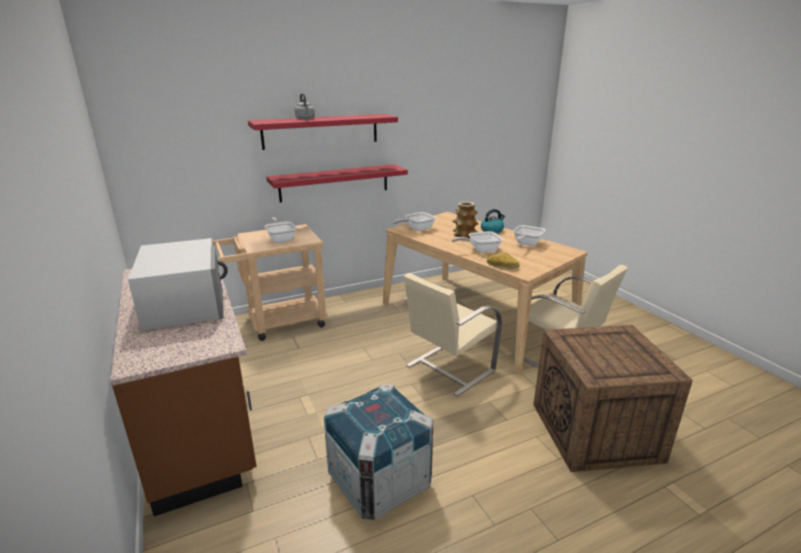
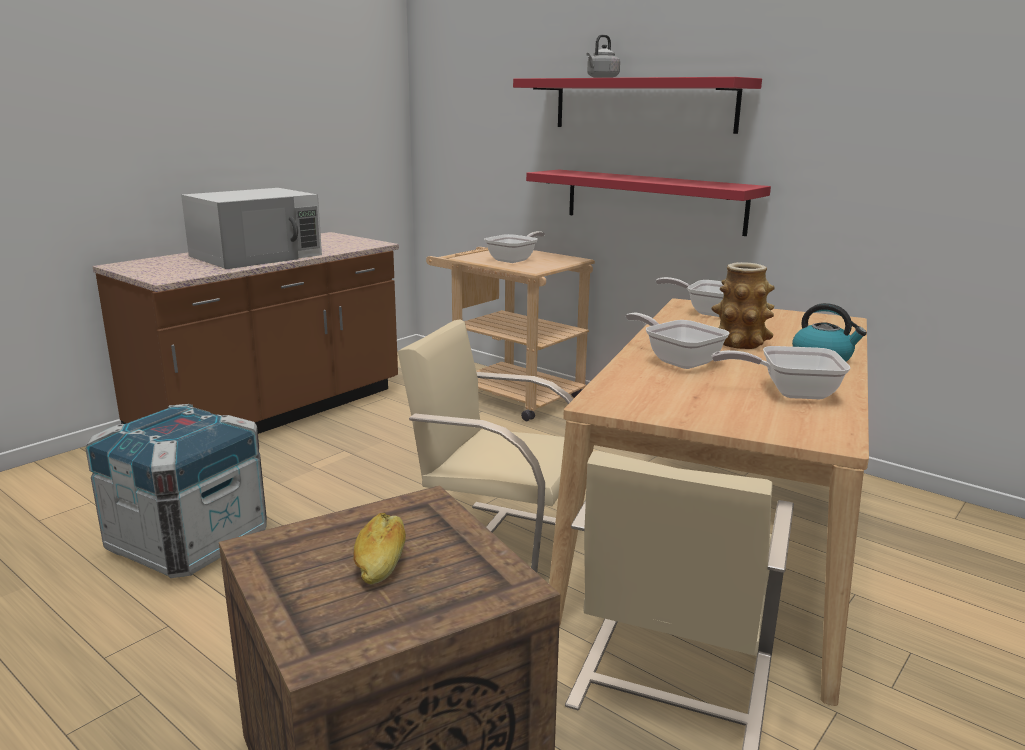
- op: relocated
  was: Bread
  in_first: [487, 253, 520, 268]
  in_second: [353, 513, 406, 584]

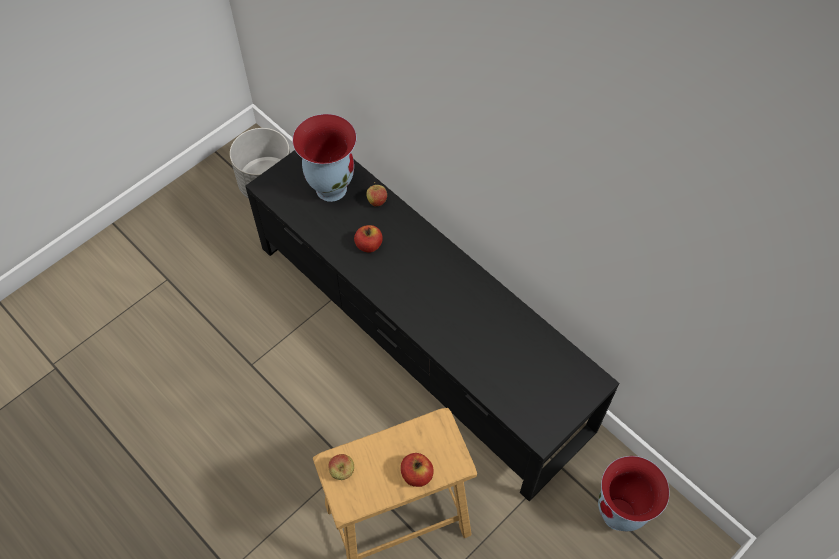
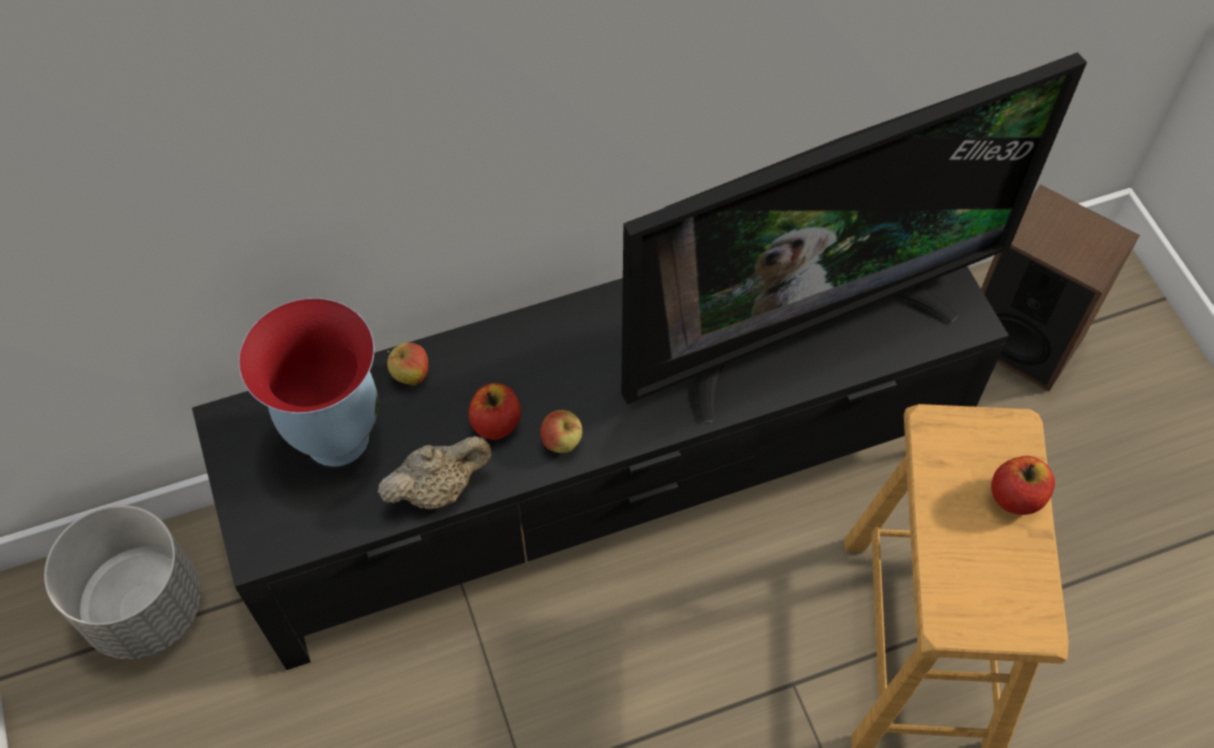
- op: relocated
  was: Apple
  in_first: [328, 454, 354, 480]
  in_second: [541, 410, 582, 453]
- op: exchanged
  was: Vase
  now: Speaker
  in_first: [598, 456, 670, 531]
  in_second: [981, 184, 1140, 391]
- op: appeared
  now: Television
  in_second: [621, 52, 1087, 423]
- op: appeared
  now: BeigeTeapot
  in_second: [378, 436, 491, 509]

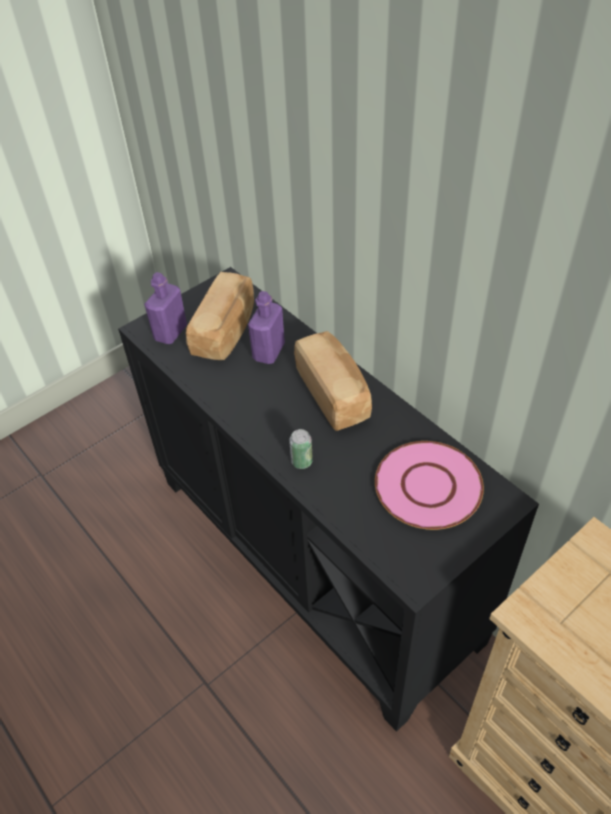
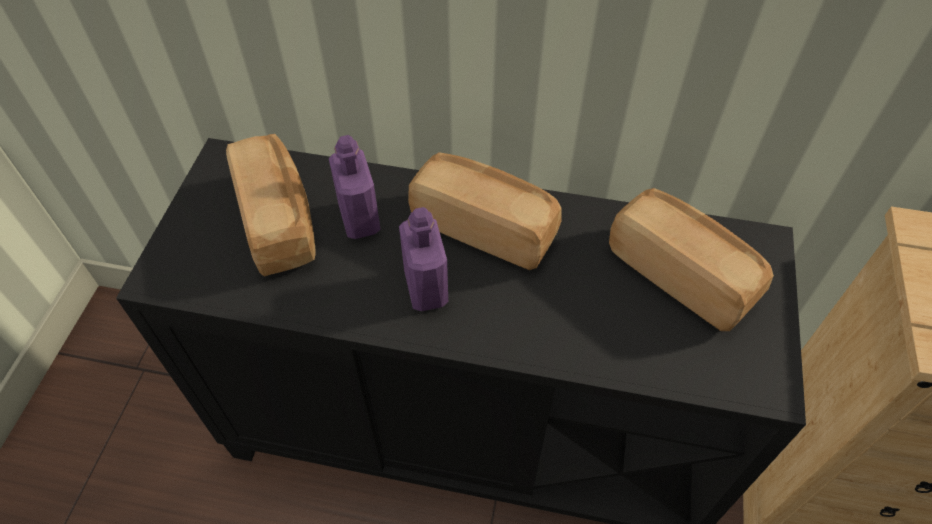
- op: relocated
  was: PurpleBottle
  in_first: [144, 272, 187, 344]
  in_second: [399, 207, 448, 311]
- op: missing
  was: Can
  in_first: [289, 429, 313, 469]
- op: exchanged
  was: PinkPlate
  now: Bread
  in_first: [375, 441, 484, 530]
  in_second: [609, 188, 774, 331]

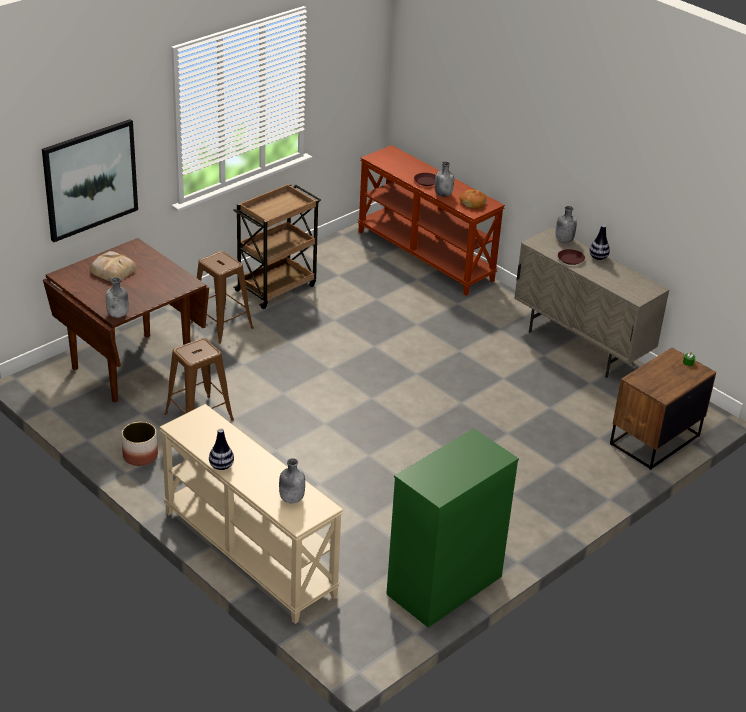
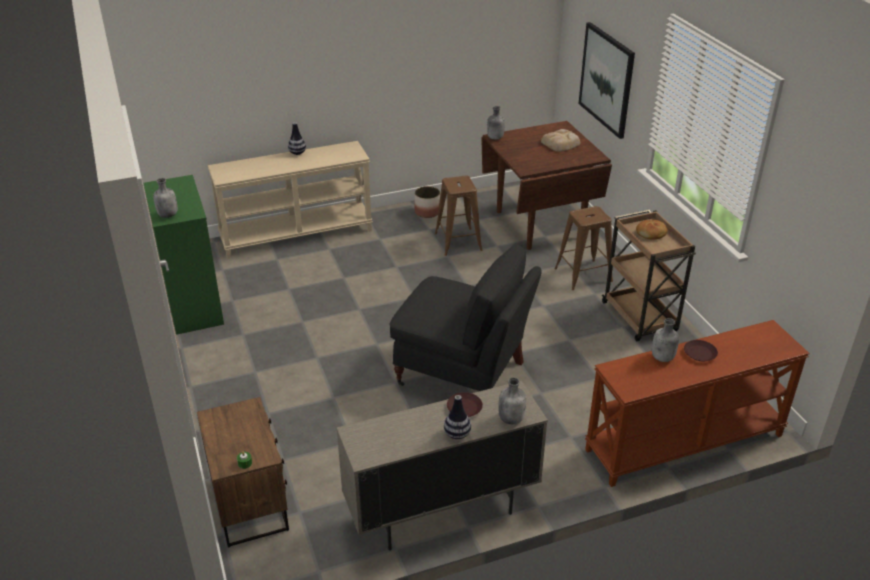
- op: relocated
  was: Bread
  in_first: [459, 189, 487, 209]
  in_second: [636, 219, 667, 240]
- op: relocated
  was: GreyBottle
  in_first: [279, 458, 305, 503]
  in_second: [153, 178, 177, 218]
- op: appeared
  now: BlackChair
  in_second: [389, 243, 542, 391]

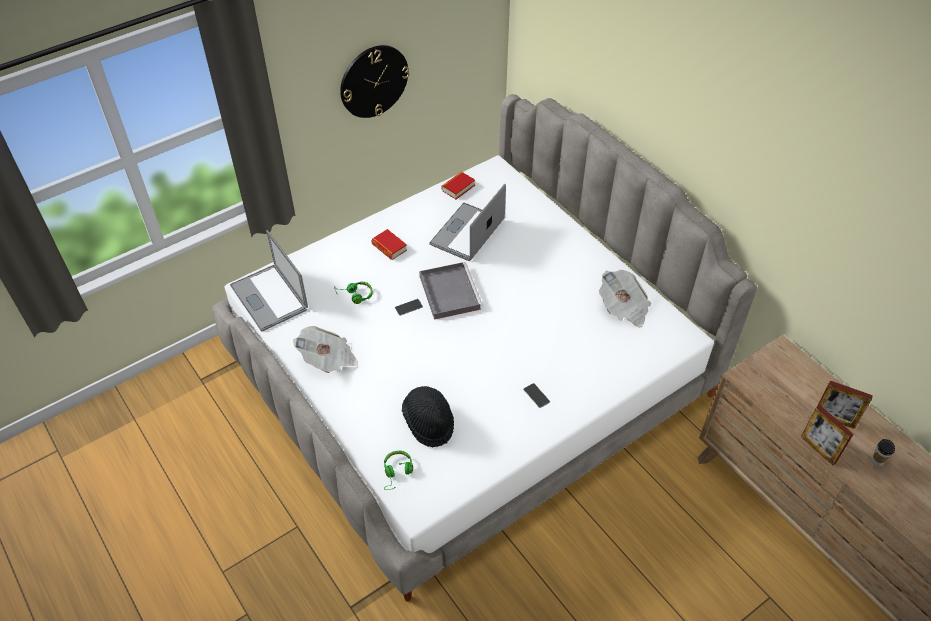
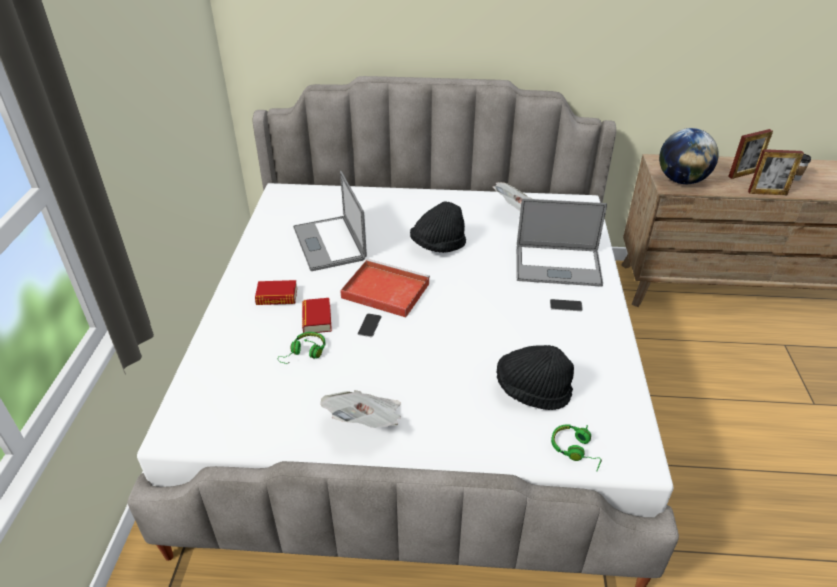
- op: missing
  was: WallClock
  in_first: [340, 45, 409, 118]
- op: relocated
  was: Book
  in_first: [442, 172, 475, 200]
  in_second: [302, 298, 332, 333]
- op: relocated
  was: Laptop
  in_first: [230, 230, 308, 331]
  in_second: [516, 198, 607, 287]
- op: colour
  was: GreyTray
  now: RedTray
  in_first: [419, 262, 483, 320]
  in_second: [340, 259, 430, 318]
- op: appeared
  now: Globe
  in_second: [659, 128, 719, 184]
- op: appeared
  now: BlackHat
  in_second: [410, 202, 466, 253]

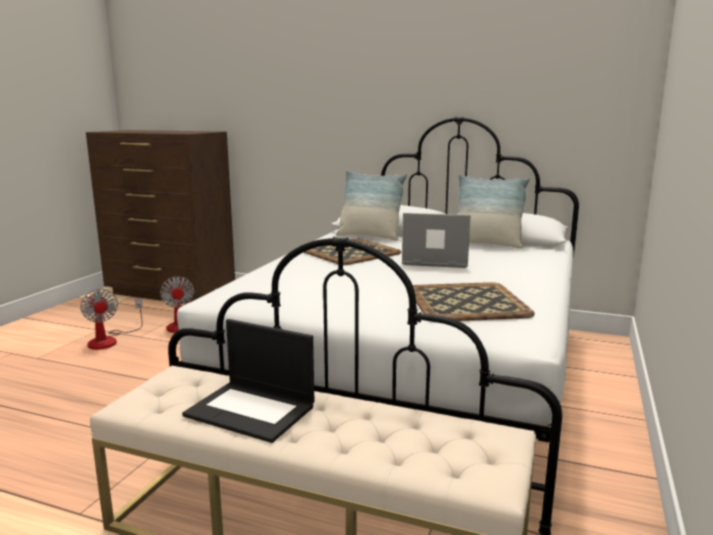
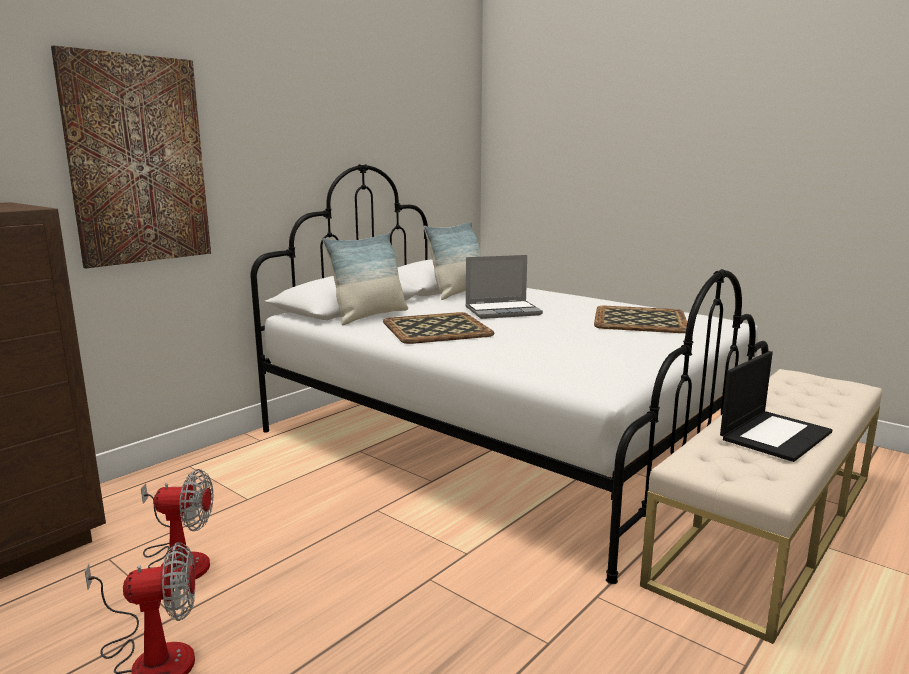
- op: spun
  was: Laptop
  in_first: [402, 213, 470, 268]
  in_second: [465, 255, 543, 319]
  clockwise: -135
- op: appeared
  now: Picture
  in_second: [51, 45, 211, 268]

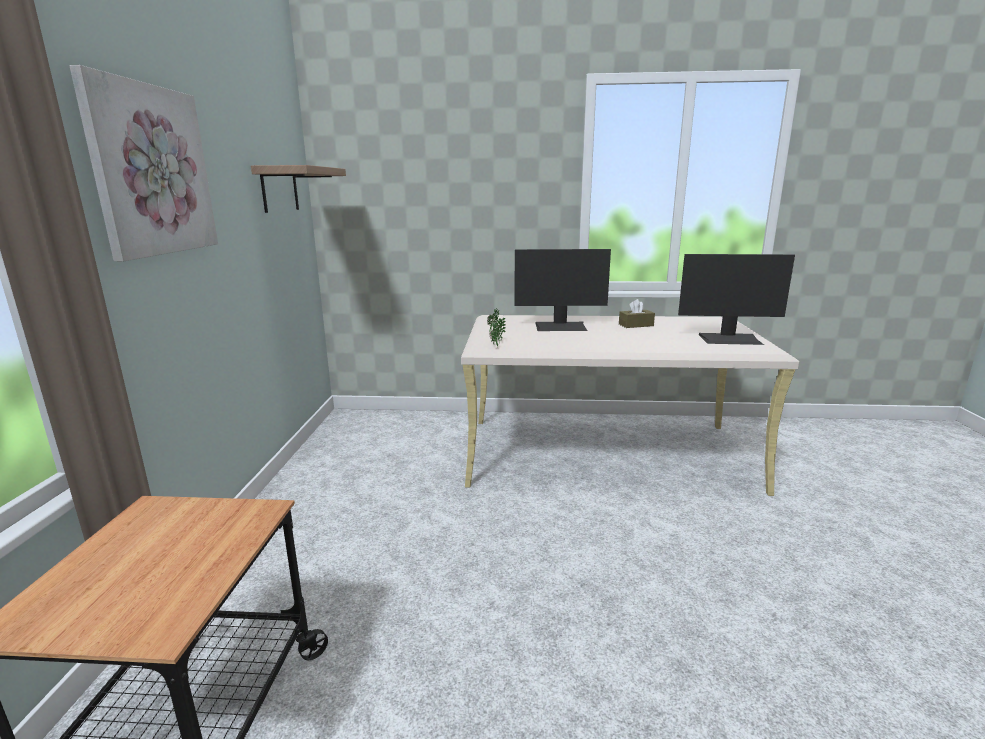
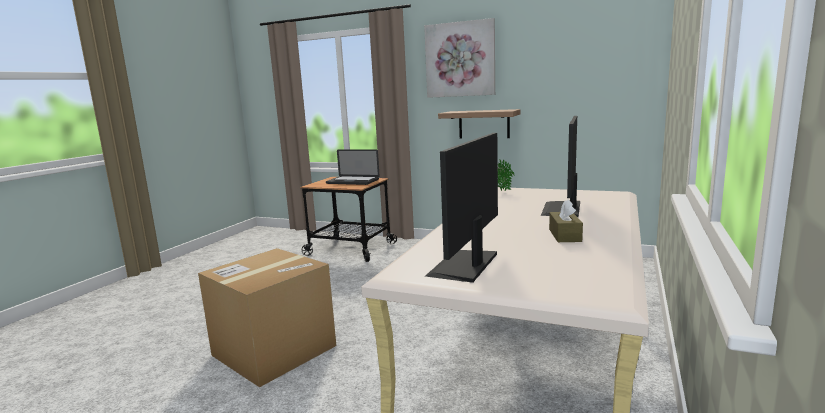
- op: relocated
  was: Shelf
  in_first: [251, 165, 346, 213]
  in_second: [438, 109, 521, 139]
- op: appeared
  now: Laptop
  in_second: [326, 149, 380, 185]
- op: appeared
  now: CardboardBox
  in_second: [198, 248, 336, 388]

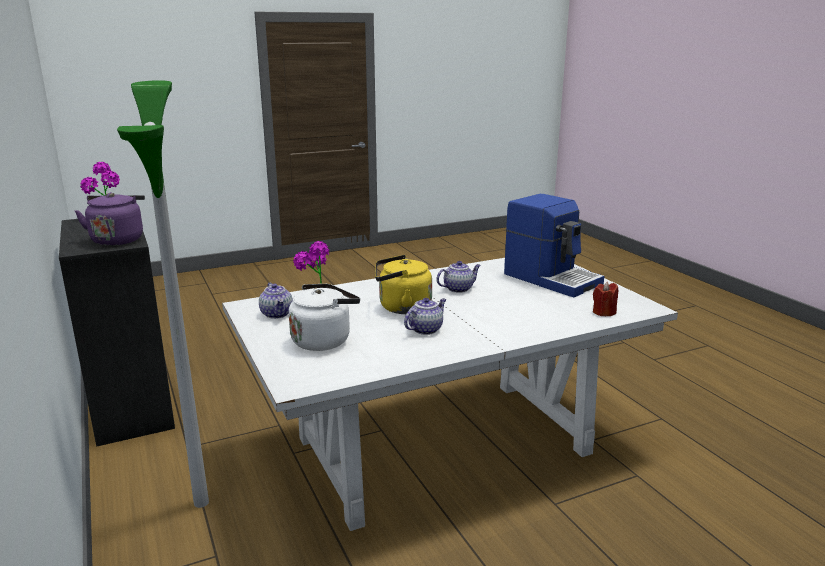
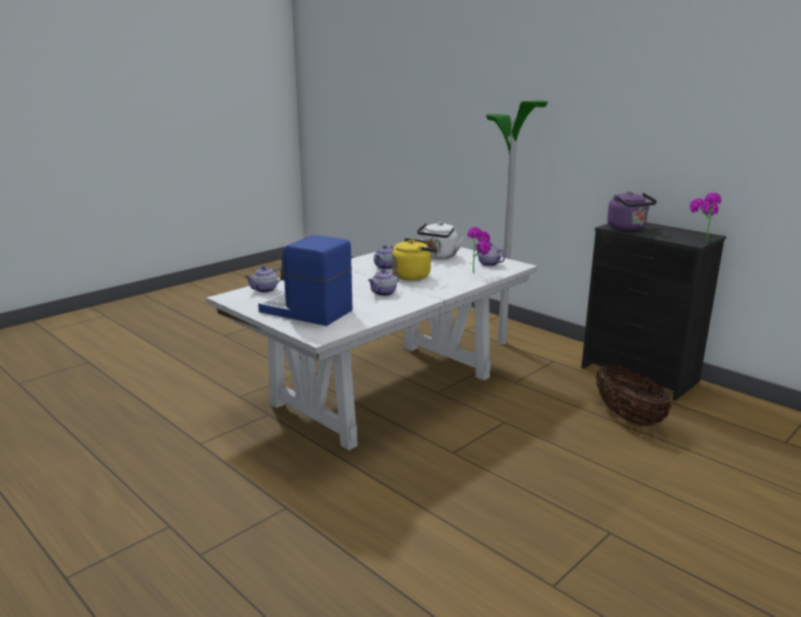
- op: exchanged
  was: RedCandle
  now: Teapot
  in_first: [593, 282, 618, 316]
  in_second: [245, 266, 281, 293]
- op: appeared
  now: Basket
  in_second: [596, 365, 671, 426]

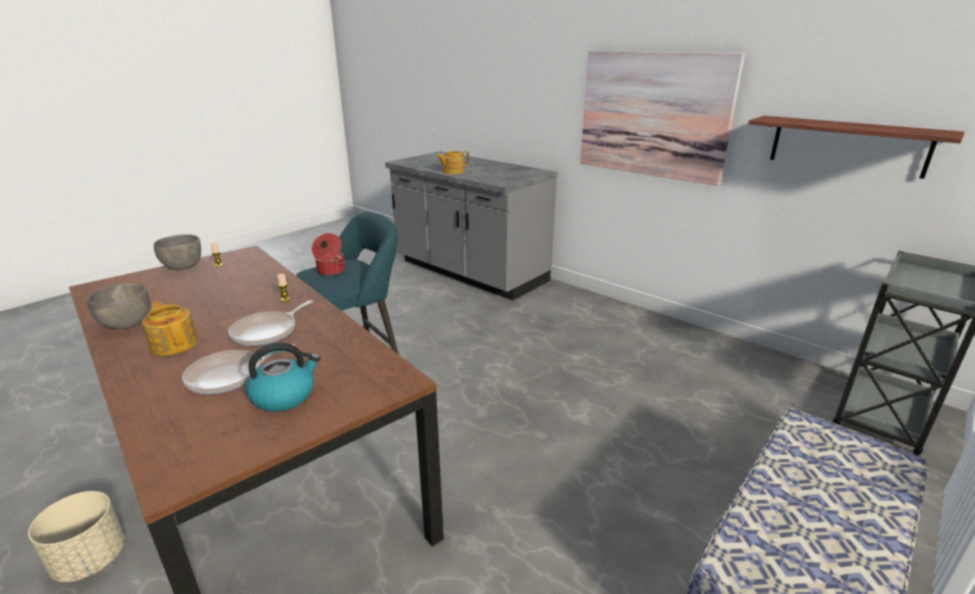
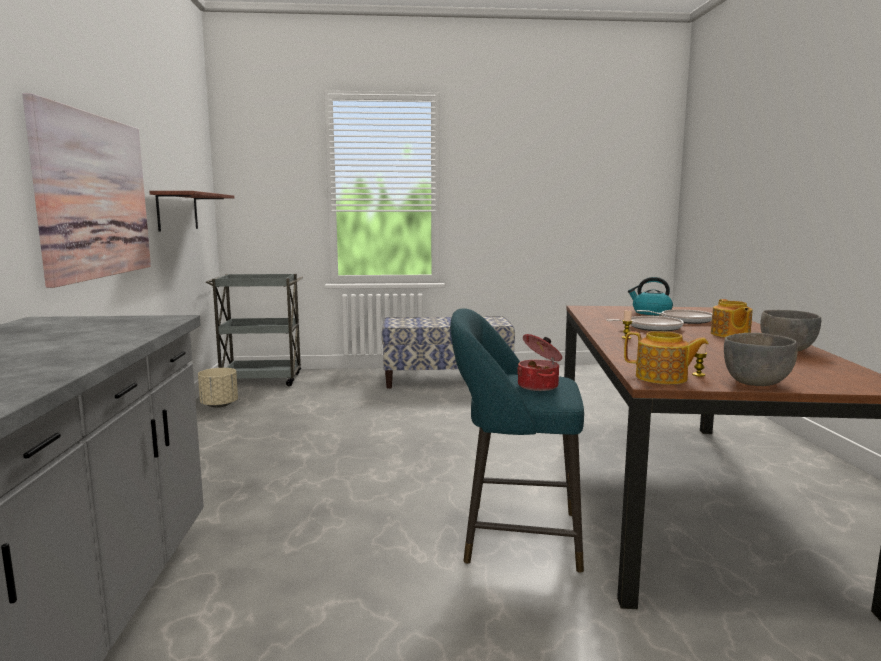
- op: relocated
  was: Teapot
  in_first: [436, 151, 469, 174]
  in_second: [624, 331, 709, 384]
- op: relocated
  was: BeigePlanter
  in_first: [28, 491, 125, 582]
  in_second: [198, 368, 238, 408]

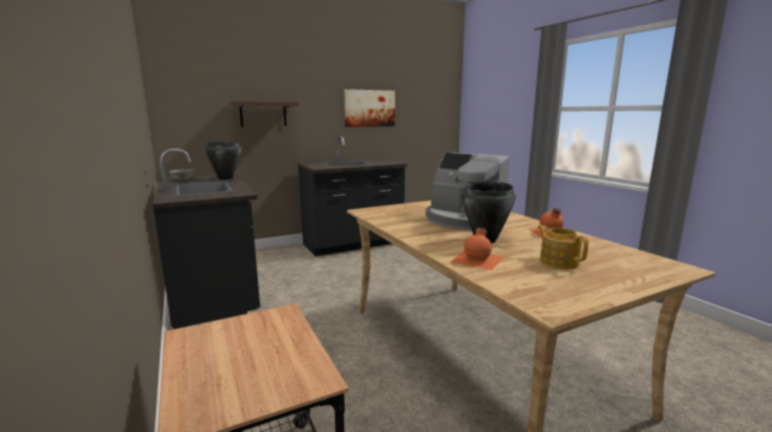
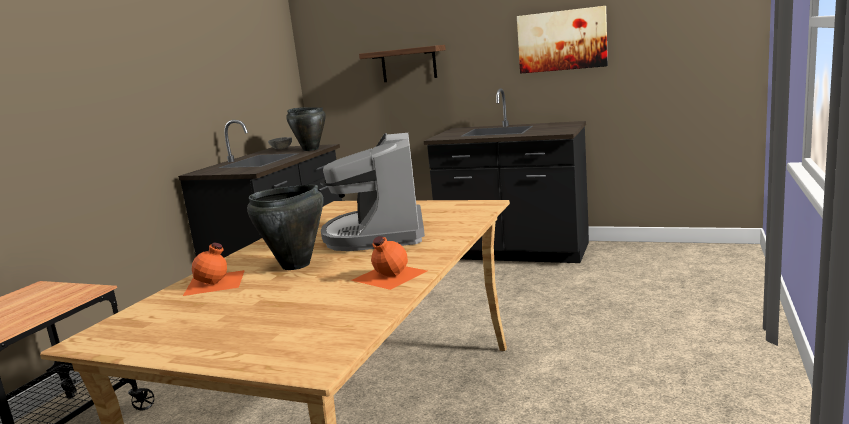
- op: missing
  was: Teapot
  in_first: [538, 225, 589, 269]

